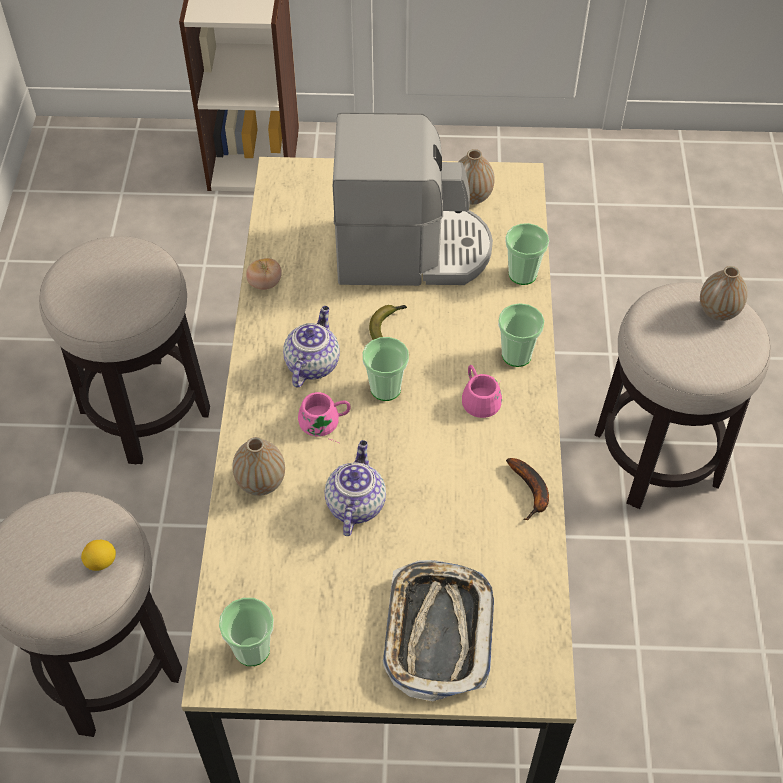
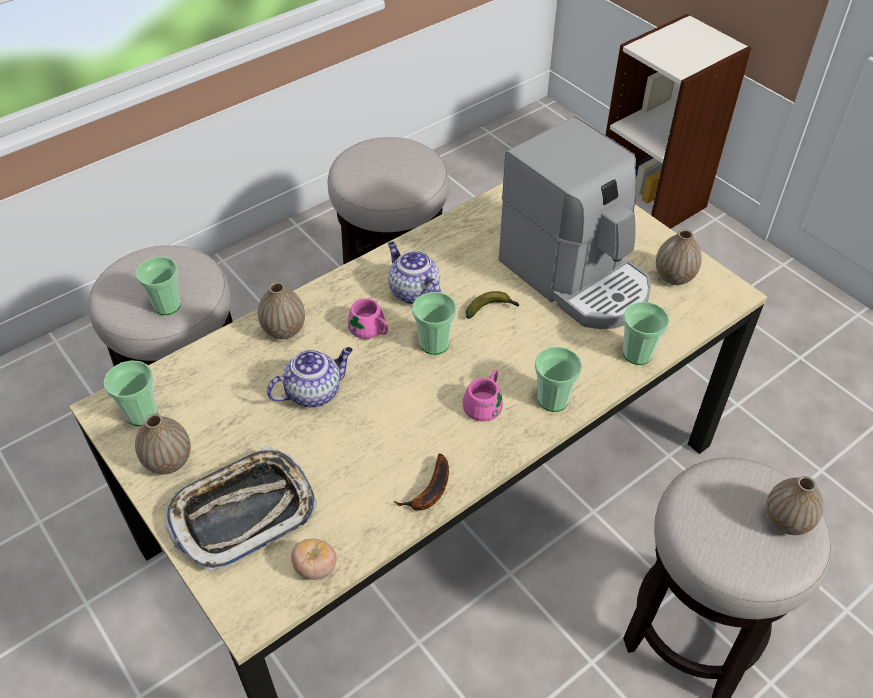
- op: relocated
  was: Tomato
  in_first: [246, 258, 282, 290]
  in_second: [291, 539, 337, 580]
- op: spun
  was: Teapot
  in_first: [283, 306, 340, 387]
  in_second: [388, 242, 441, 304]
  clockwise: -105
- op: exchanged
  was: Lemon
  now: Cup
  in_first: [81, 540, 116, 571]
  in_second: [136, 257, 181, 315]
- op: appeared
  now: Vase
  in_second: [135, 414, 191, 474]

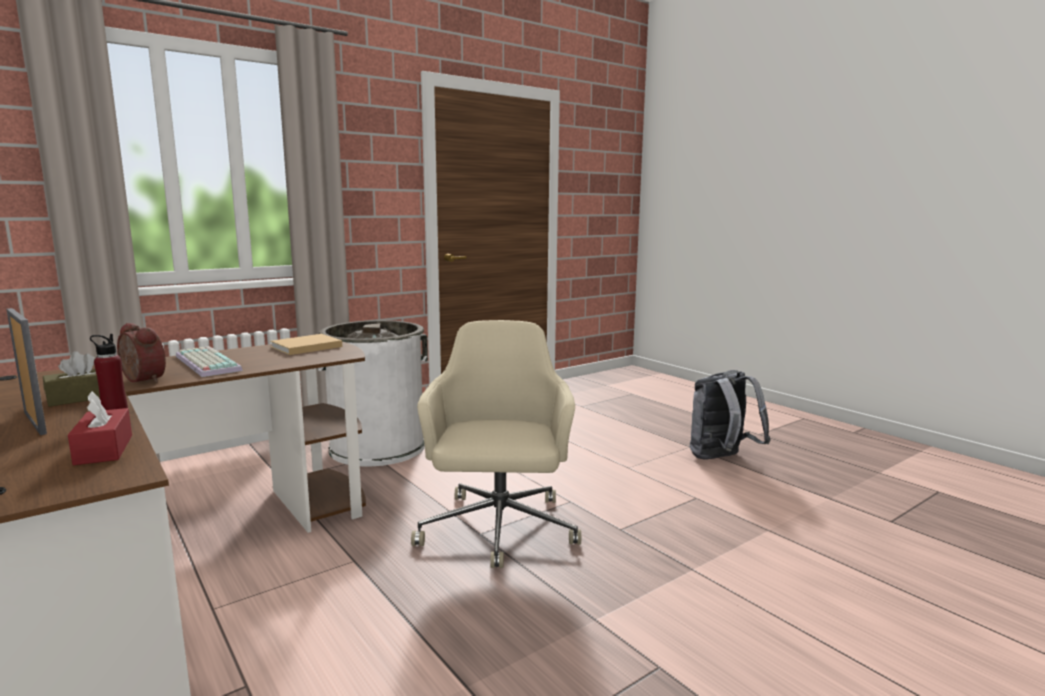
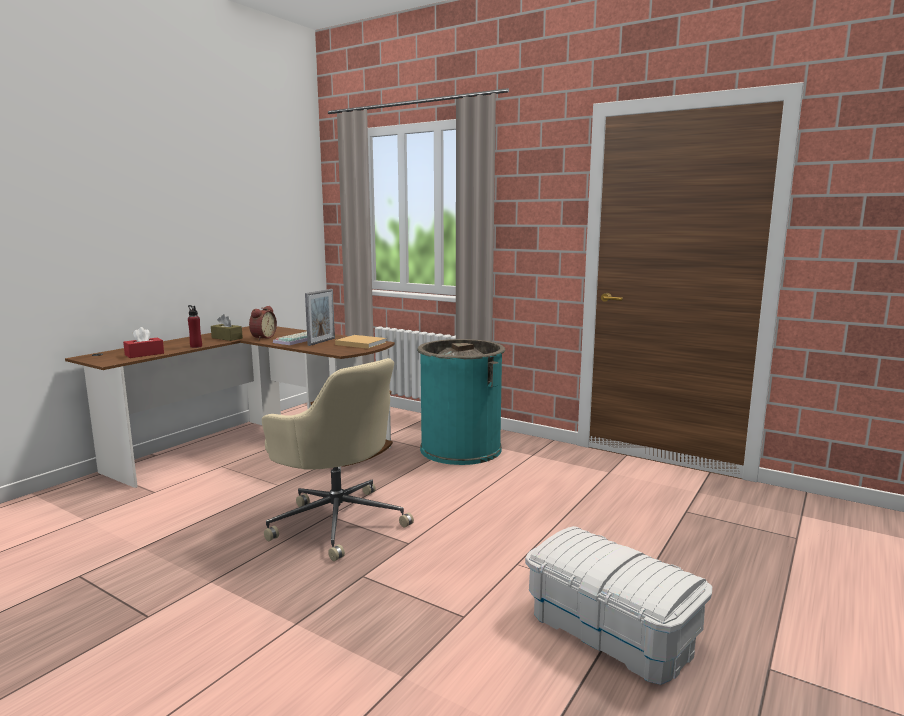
- op: relocated
  was: PictureFrame
  in_first: [6, 308, 47, 435]
  in_second: [305, 289, 335, 346]
- op: colour
  was: WhiteTrashCan
  now: TurquoiseTrashCan
  in_first: [317, 320, 428, 466]
  in_second: [417, 339, 505, 465]
- op: spun
  was: BeigeOfficeChair
  in_first: [411, 320, 581, 568]
  in_second: [262, 358, 414, 561]
  clockwise: 60
- op: exchanged
  was: GreyBackpack
  now: WhiteStorageBox
  in_first: [690, 370, 771, 460]
  in_second: [525, 526, 712, 685]

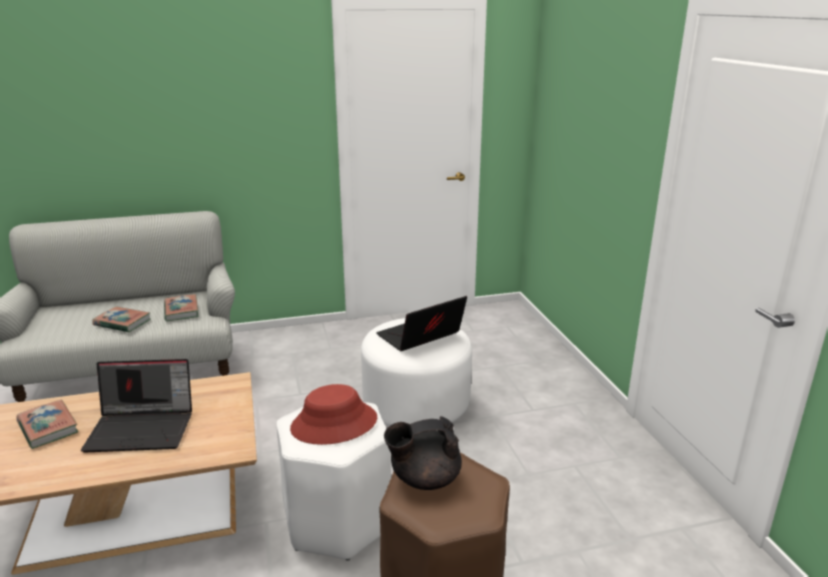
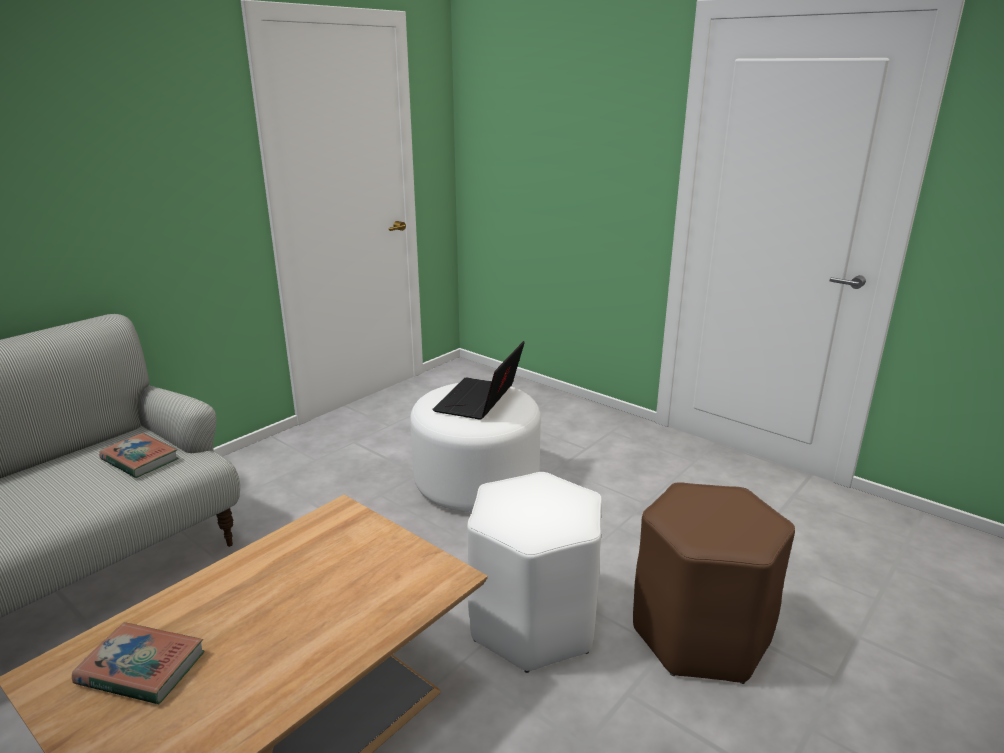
- op: missing
  was: Book
  in_first: [92, 306, 151, 332]
- op: missing
  was: Laptop
  in_first: [81, 359, 192, 453]
- op: missing
  was: RedHat
  in_first: [290, 384, 377, 445]
- op: missing
  was: BlackTeapot
  in_first: [384, 416, 462, 490]

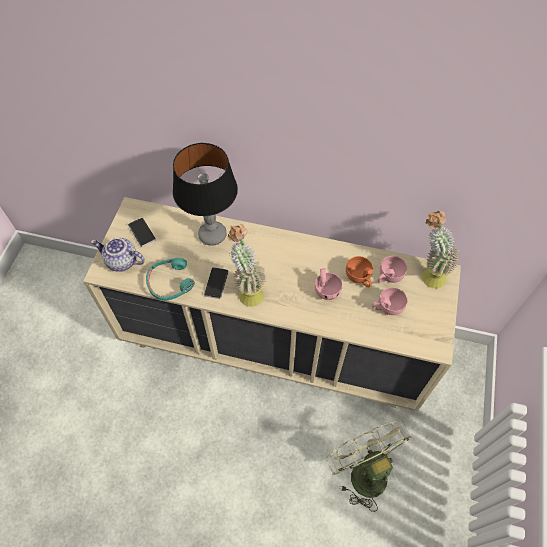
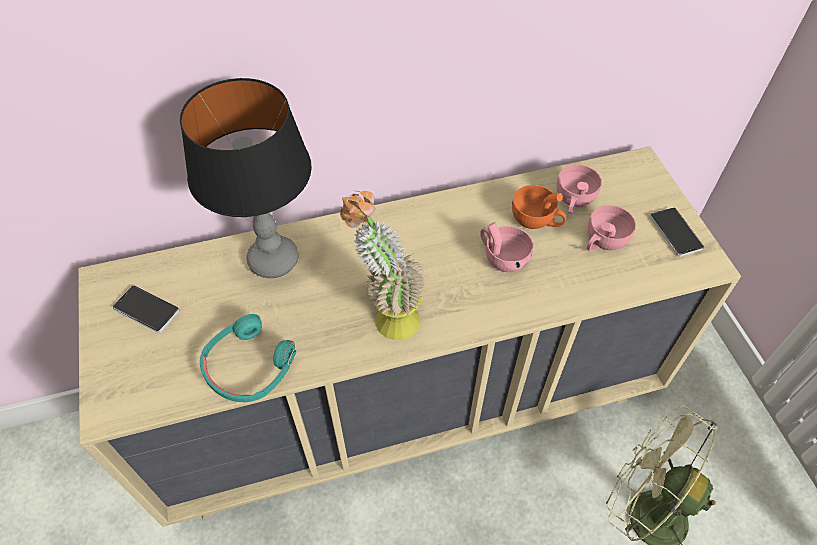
- op: missing
  was: PottedPlant
  in_first: [422, 210, 460, 289]
- op: missing
  was: Teapot
  in_first: [91, 238, 145, 272]
- op: relocated
  was: Phone
  in_first: [204, 267, 229, 299]
  in_second: [650, 207, 704, 257]

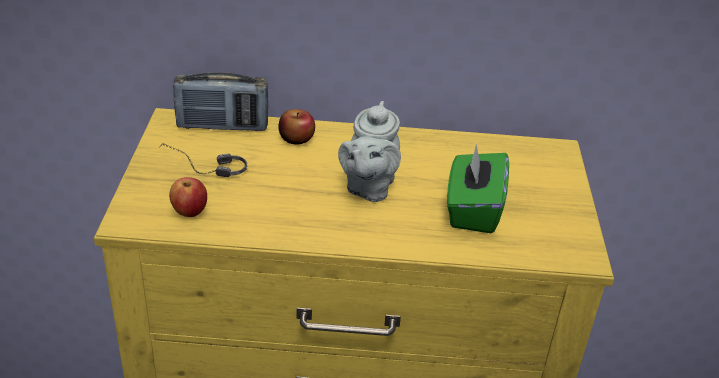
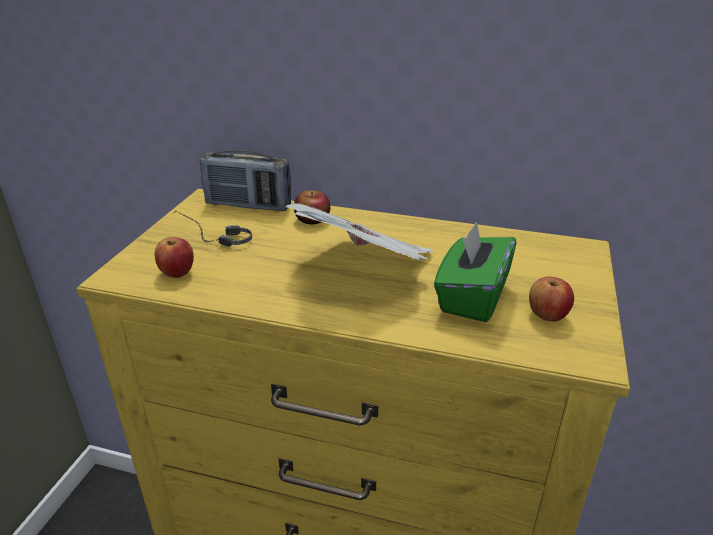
- op: exchanged
  was: GreyTeapot
  now: Newspaper
  in_first: [338, 101, 401, 202]
  in_second: [285, 203, 433, 261]
- op: appeared
  now: Apple
  in_second: [529, 276, 574, 321]

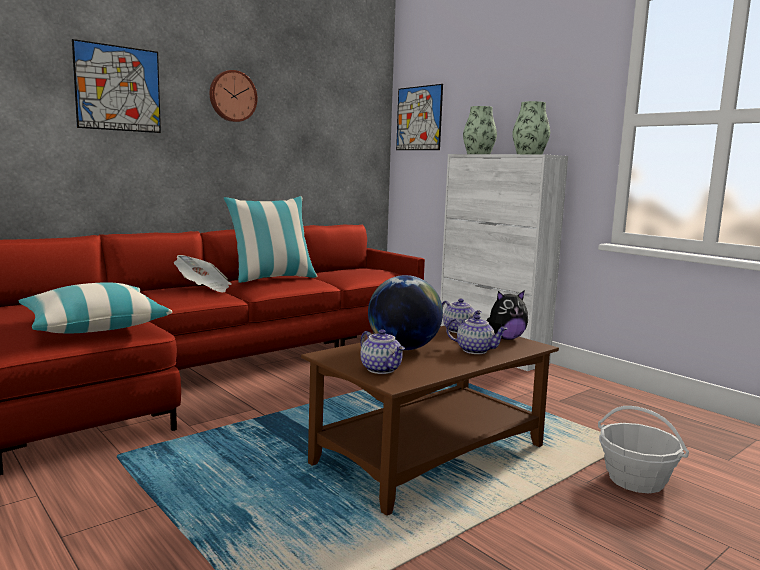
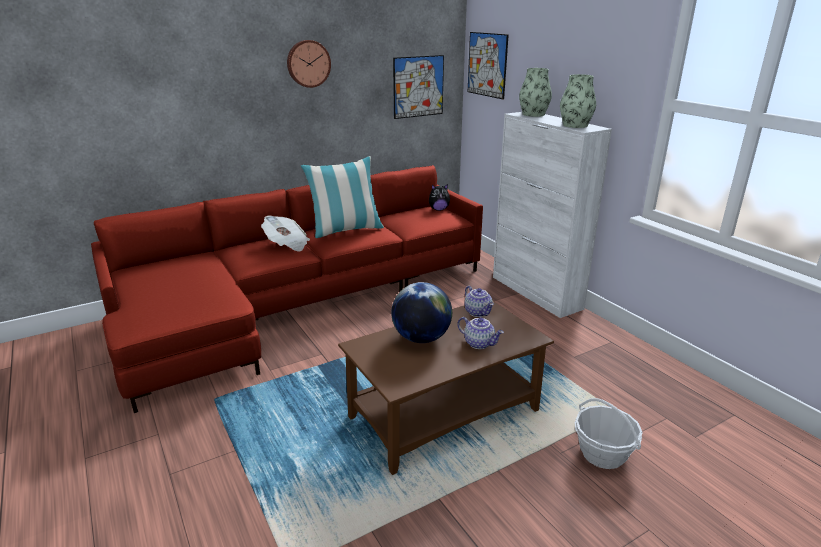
- op: relocated
  was: Picture
  in_first: [72, 39, 161, 133]
  in_second: [393, 55, 444, 119]
- op: missing
  was: Pillow
  in_first: [18, 282, 172, 333]
- op: relocated
  was: PlushToy
  in_first: [487, 290, 528, 340]
  in_second: [429, 184, 450, 211]
- op: missing
  was: Teapot
  in_first: [361, 329, 405, 374]

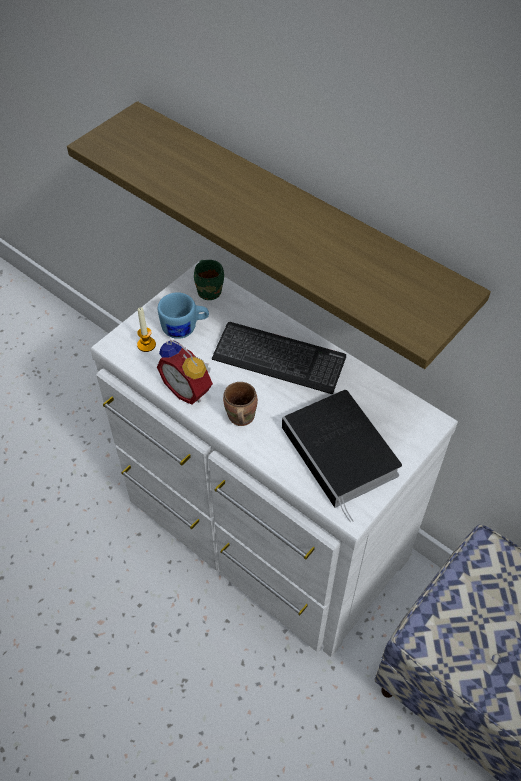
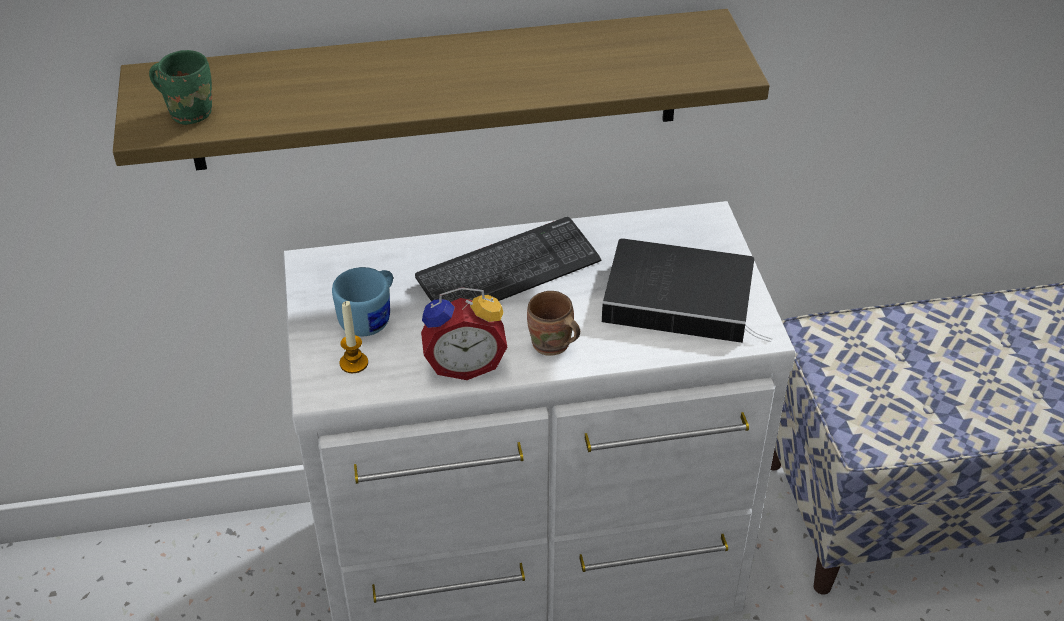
- op: relocated
  was: GreenMug
  in_first: [194, 260, 224, 300]
  in_second: [149, 50, 212, 125]

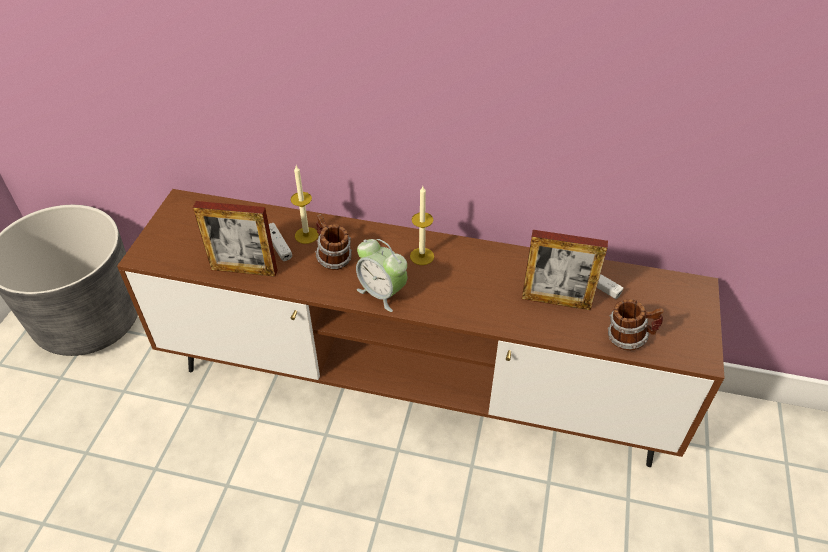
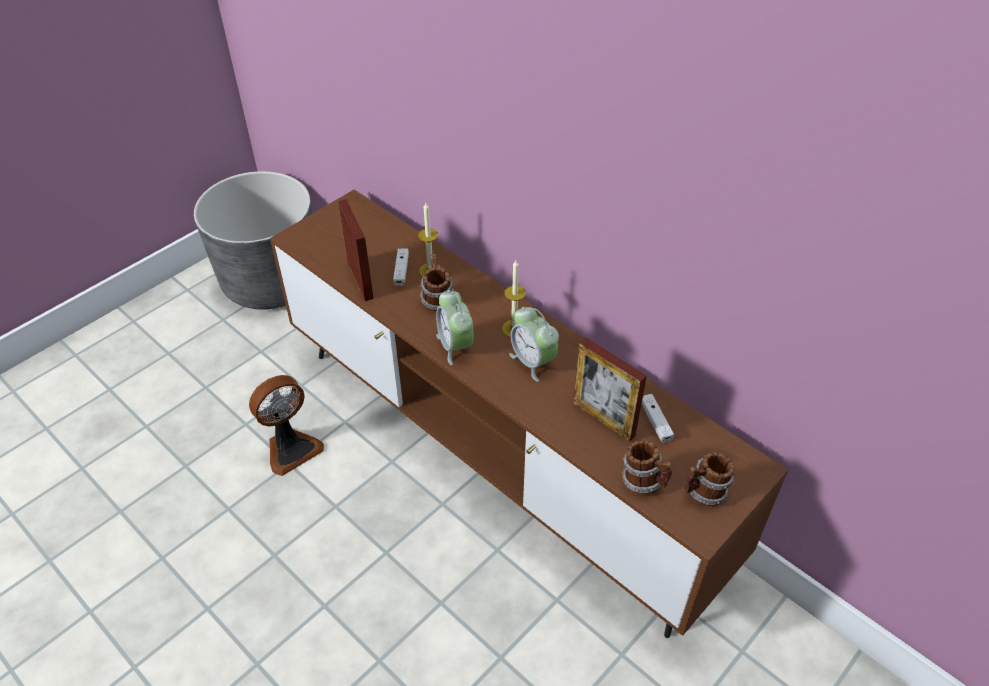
- op: spun
  was: PictureFrame
  in_first: [193, 201, 278, 276]
  in_second: [338, 199, 373, 301]
  clockwise: -150
- op: appeared
  now: AlarmClock
  in_second: [509, 307, 559, 382]
- op: appeared
  now: Fan
  in_second: [249, 375, 324, 476]
- op: appeared
  now: Mug
  in_second: [684, 452, 735, 507]

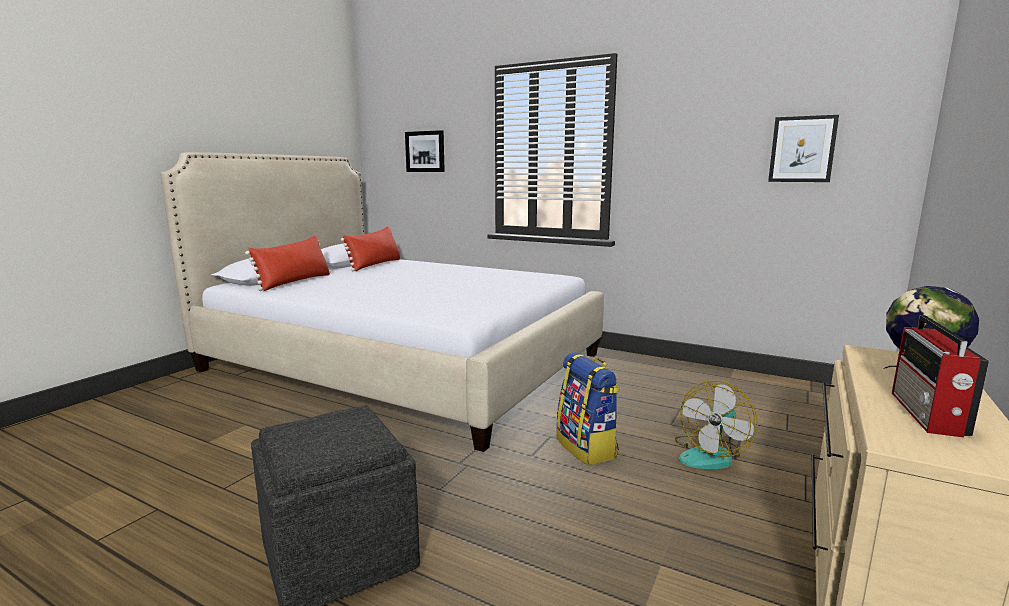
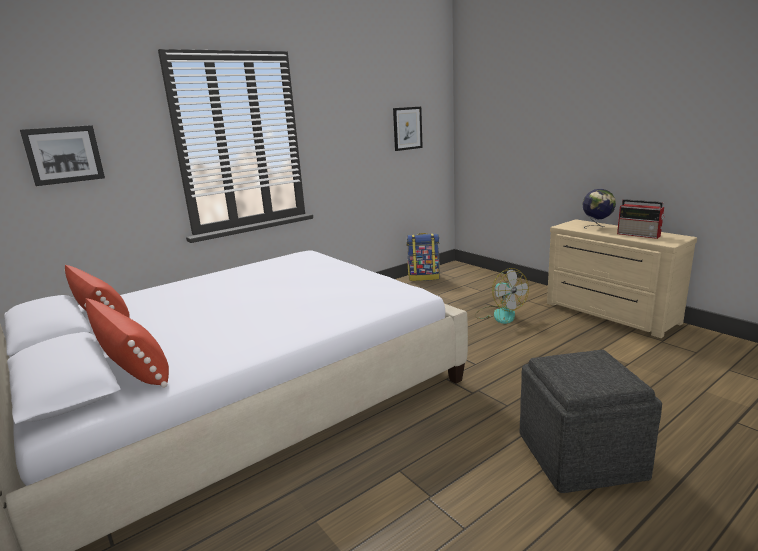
- op: relocated
  was: Backpack
  in_first: [556, 352, 619, 465]
  in_second: [406, 233, 440, 281]

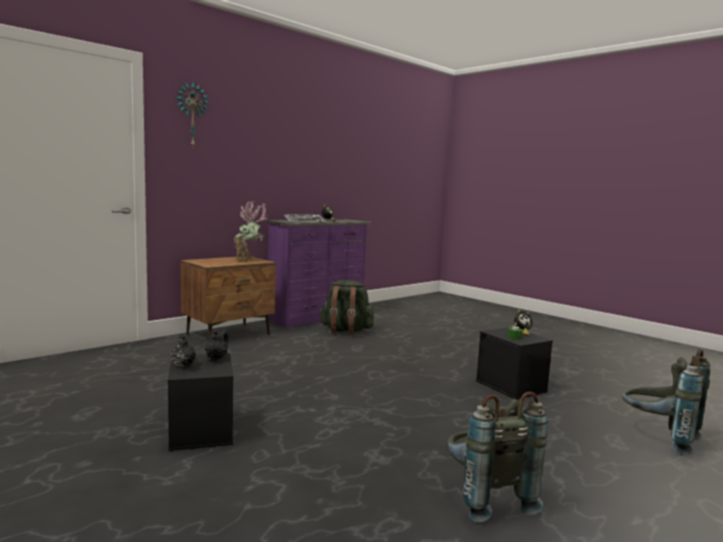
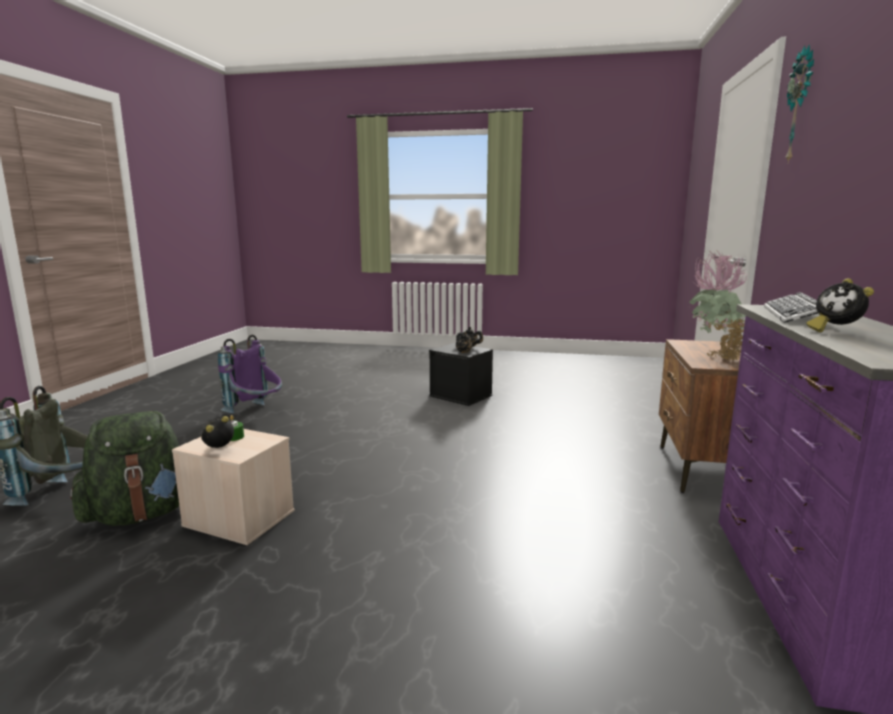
- op: relocated
  was: GreenBackpack
  in_first: [319, 280, 374, 335]
  in_second: [70, 411, 179, 526]
- op: colour
  was: BlackStorageBox
  now: BeigeStorageBox
  in_first: [476, 327, 553, 400]
  in_second: [172, 429, 295, 545]
- op: colour
  was: GreyBackpack
  now: PurpleBackpack
  in_first: [447, 392, 548, 522]
  in_second: [218, 335, 282, 414]

